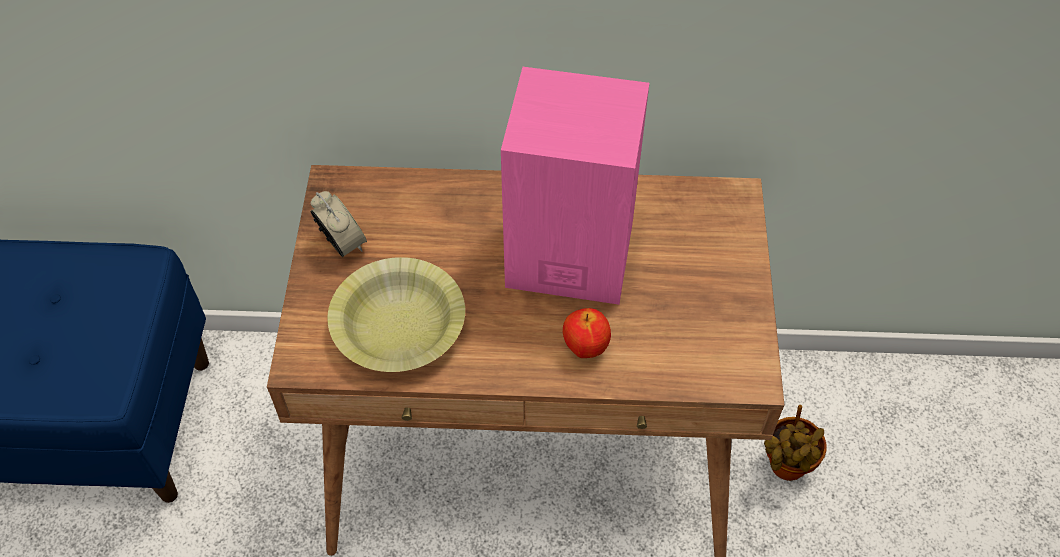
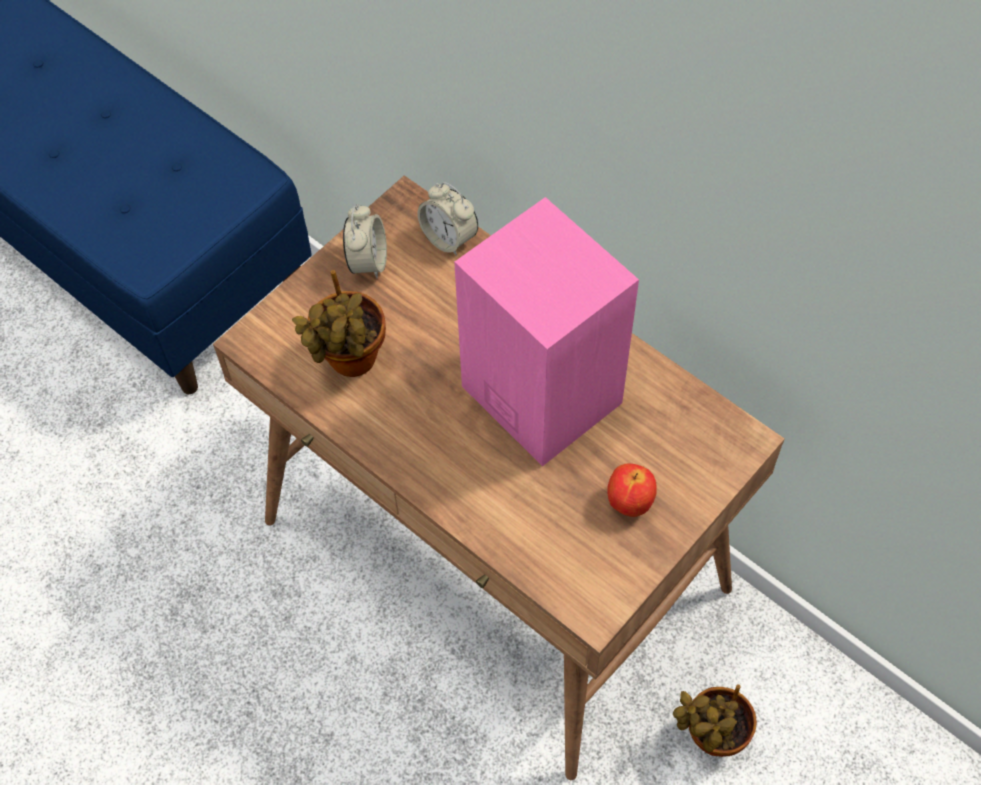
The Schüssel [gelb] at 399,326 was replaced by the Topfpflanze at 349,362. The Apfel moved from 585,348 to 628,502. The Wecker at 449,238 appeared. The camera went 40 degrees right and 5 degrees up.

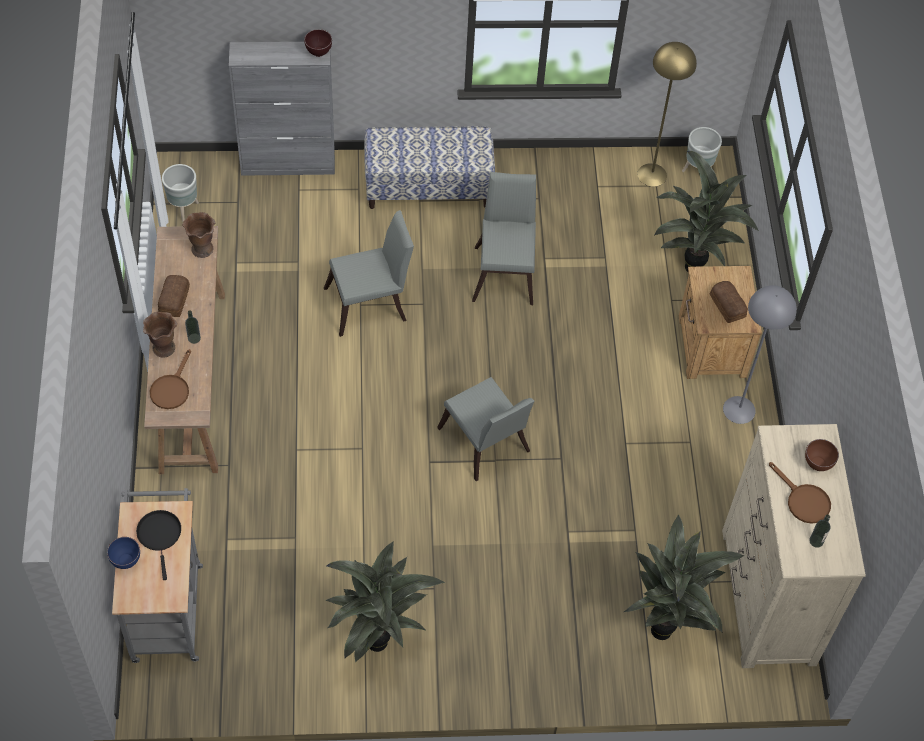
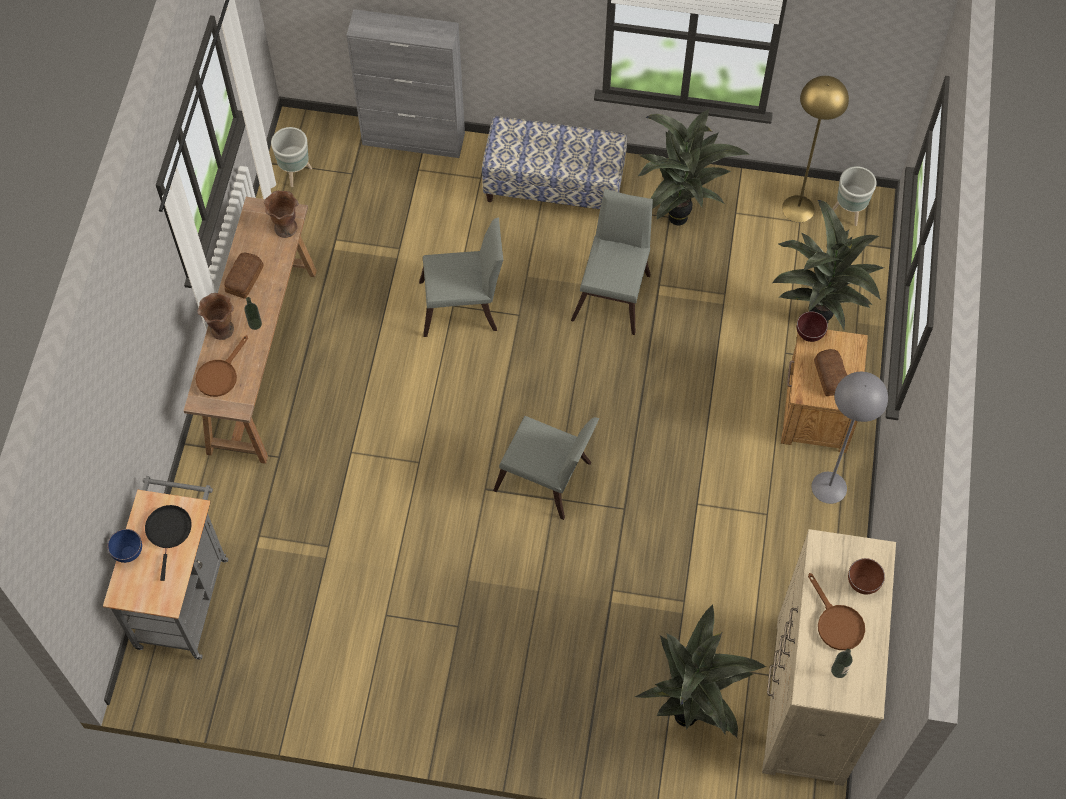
The Schüssel [braun] moved from 319,52 to 809,335. The Topfpflanze moved from 378,646 to 678,221. The Stuhl [grau] at 485,445 turned 45 degrees counterclockwise. The camera went 15 degrees right and 5 degrees up.

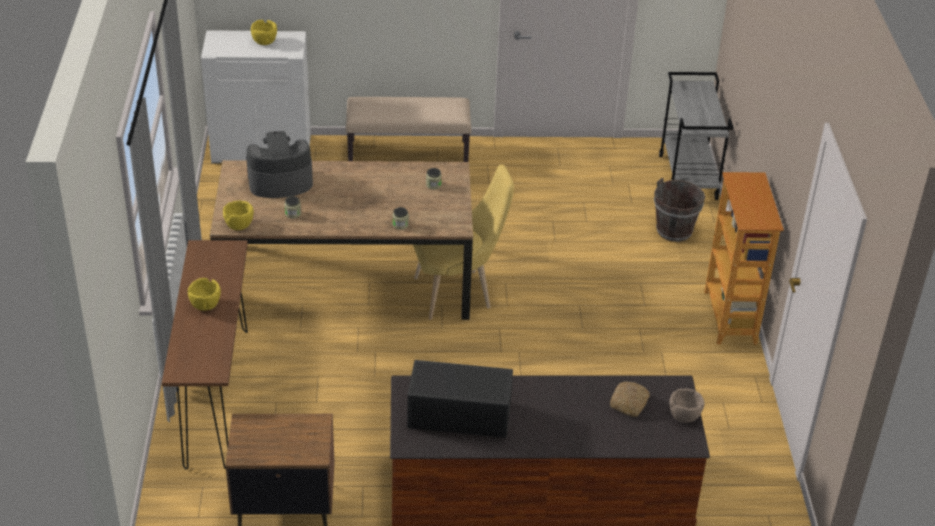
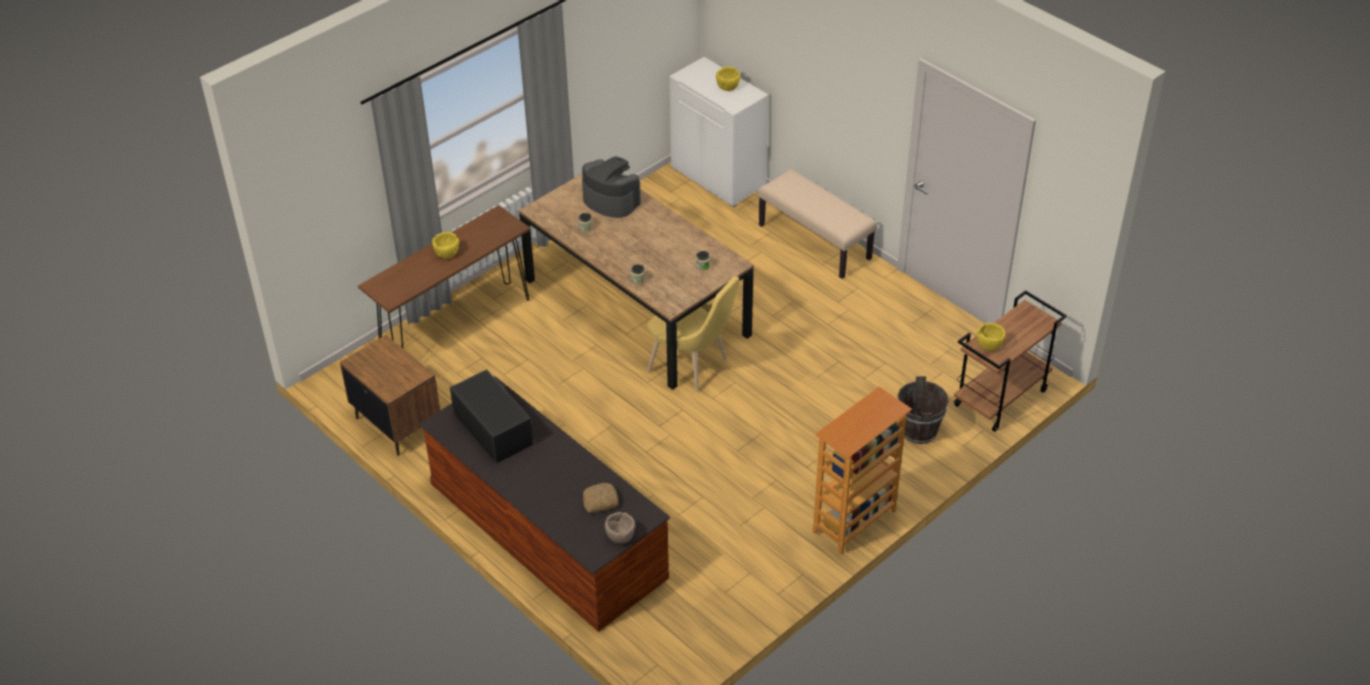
The Schüssel [gelb] moved from 239,224 to 990,345. The Rollwagen [grau] at 688,178 became the Rollwagen [braun] at 1000,399. The camera went 50 degrees right and 5 degrees up.

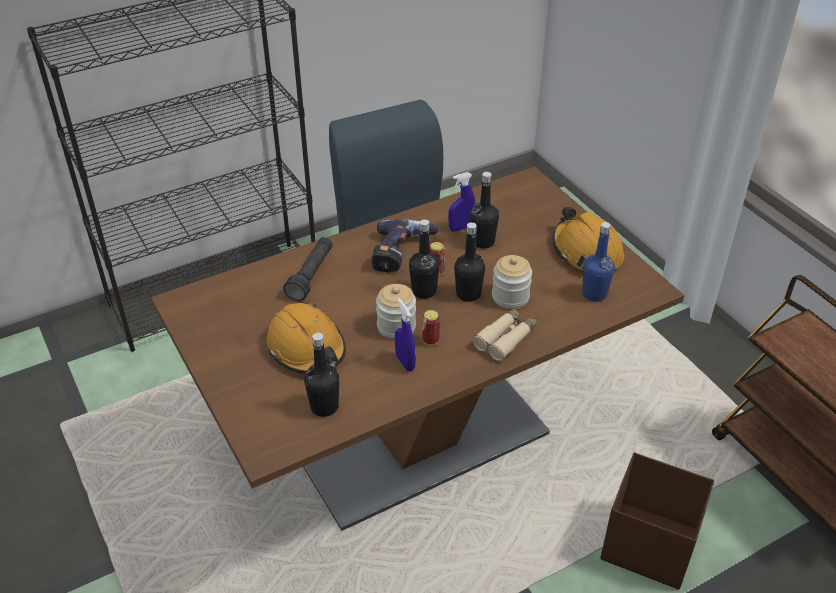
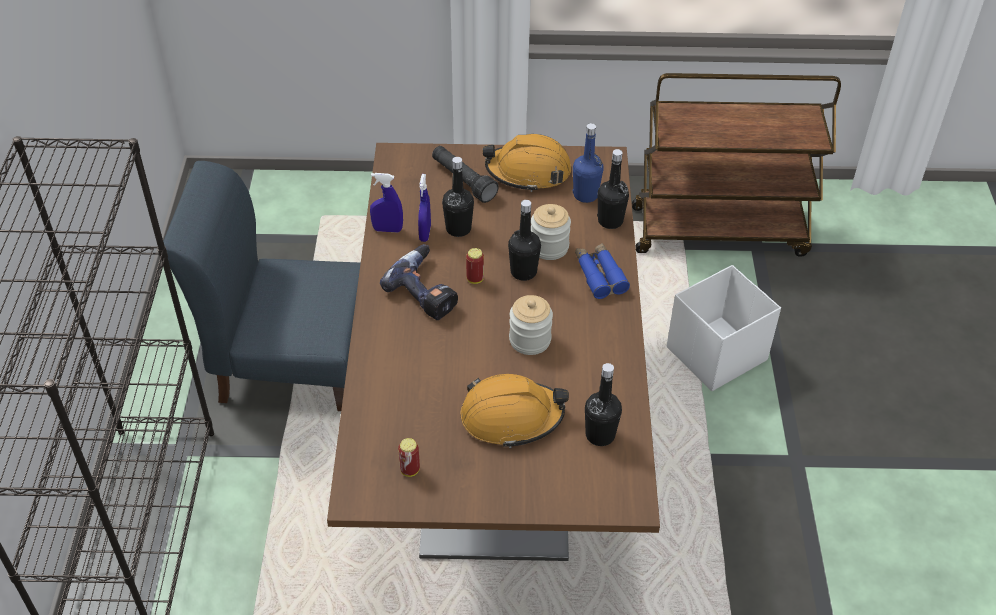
The Taschenlampe [schwarz] moved from 311,275 to 463,181. The Sprühflasche [blau] moved from 405,362 to 387,229. The Flasche [schwarz] moved from 424,291 to 610,221. The Dose moved from 430,341 to 410,470. The Fernglas [beige] at 505,338 became the Fernglas [blau] at 599,275. The Aufbewahrungsbox [braun] at 647,544 became the Aufbewahrungsbox [weiß] at 715,354. The camera went 60 degrees left and 5 degrees up.

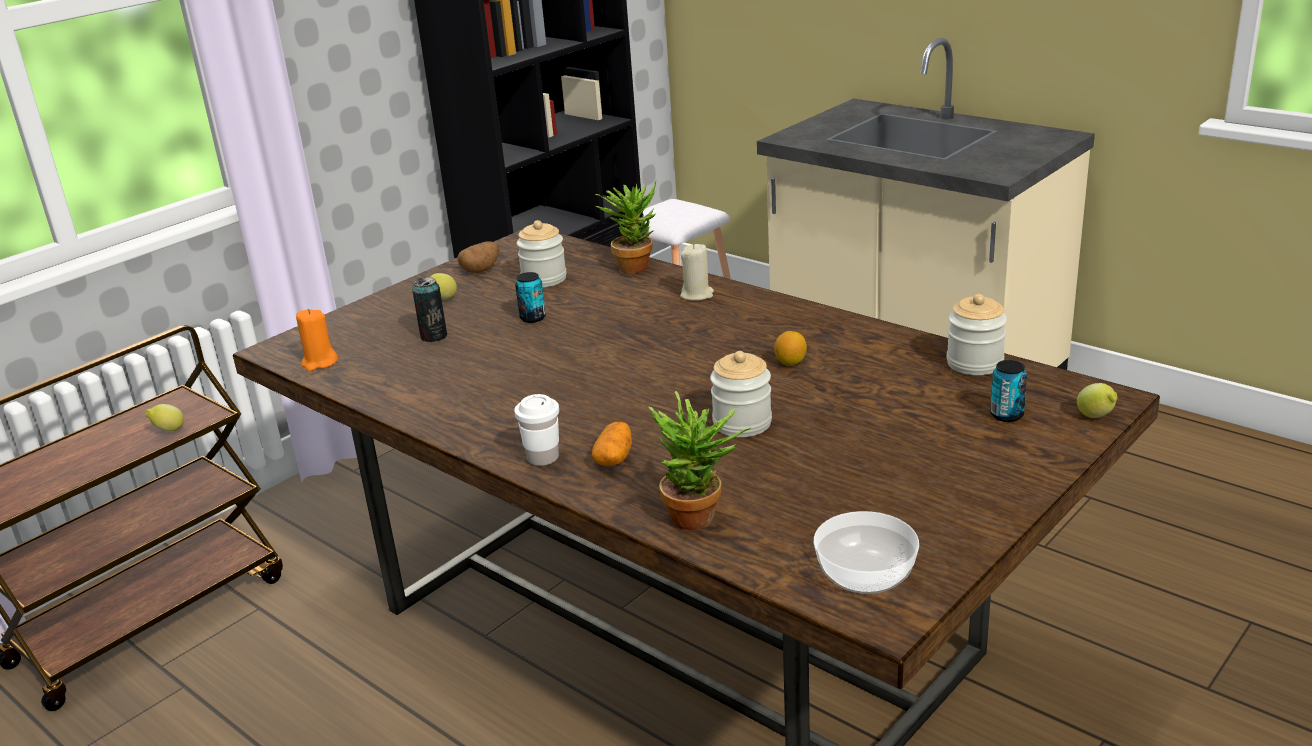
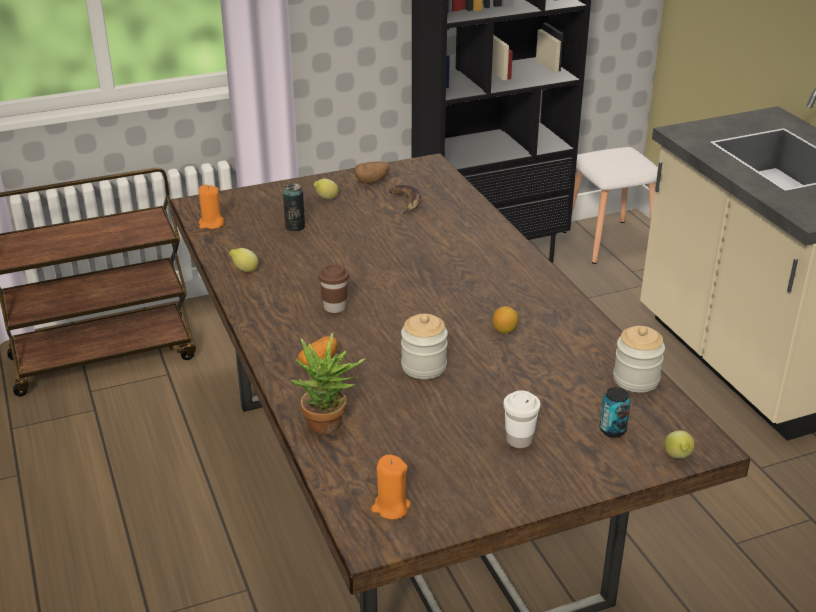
The Zitrone moved from 168,431 to 245,270. The Tasse [weiß] moved from 543,458 to 519,440. The Dose at 532,318 disappeared. The Vorratsglas at 544,279 was replaced by the Banane at 405,203. The Topfpflanze at 635,265 disappeared. The Kerze [beige] at 697,295 disappeared. The Schüssel at 865,572 was replaced by the Kerze [orange] at 391,507. The Tasse [braun] at 335,307 appeared. The camera went 25 degrees right and 5 degrees up.

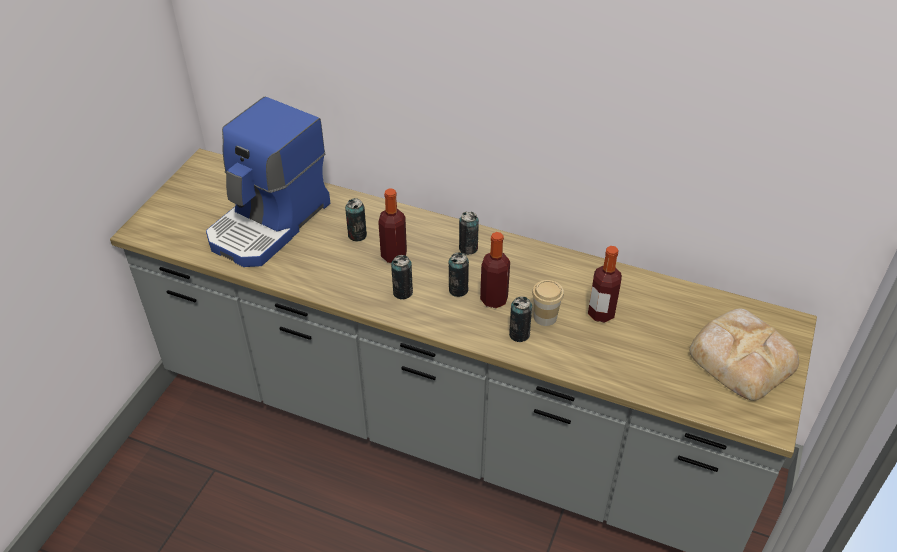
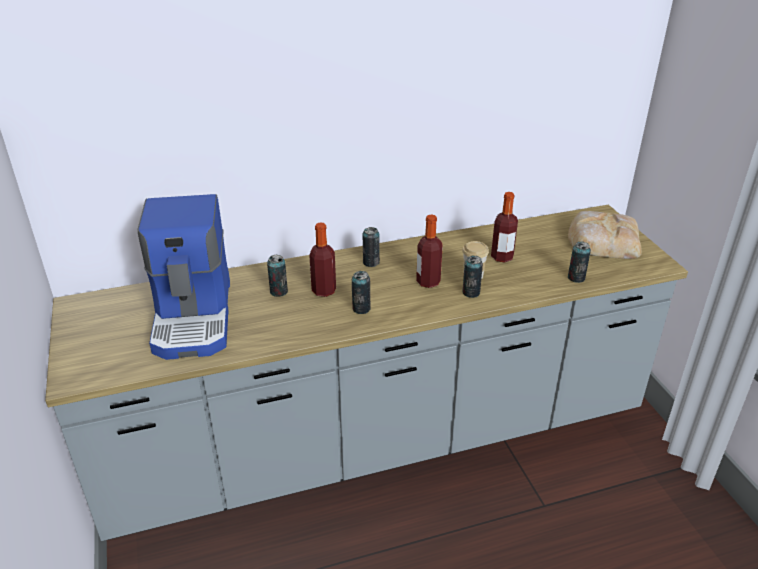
The Dose moved from 458,290 to 576,278. The camera went 40 degrees left and 10 degrees down.

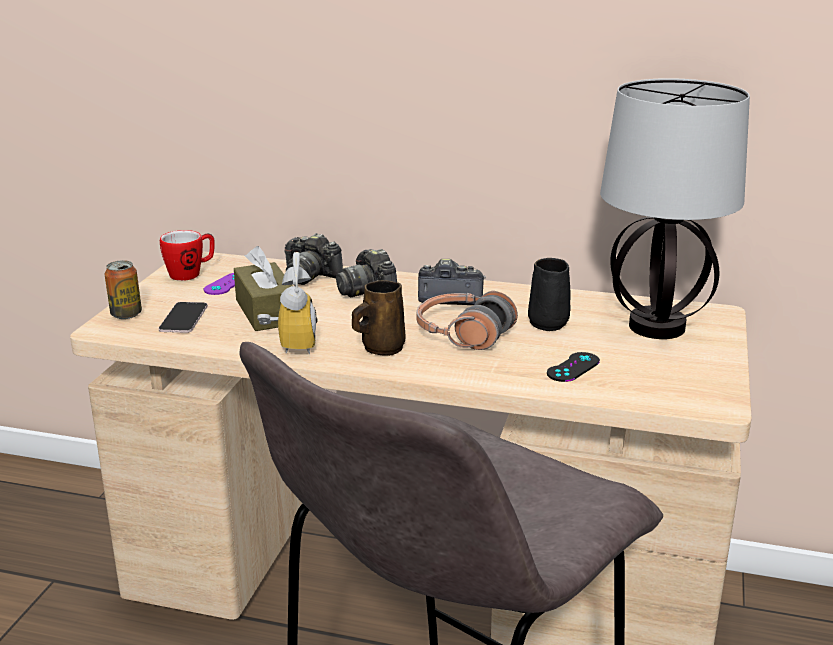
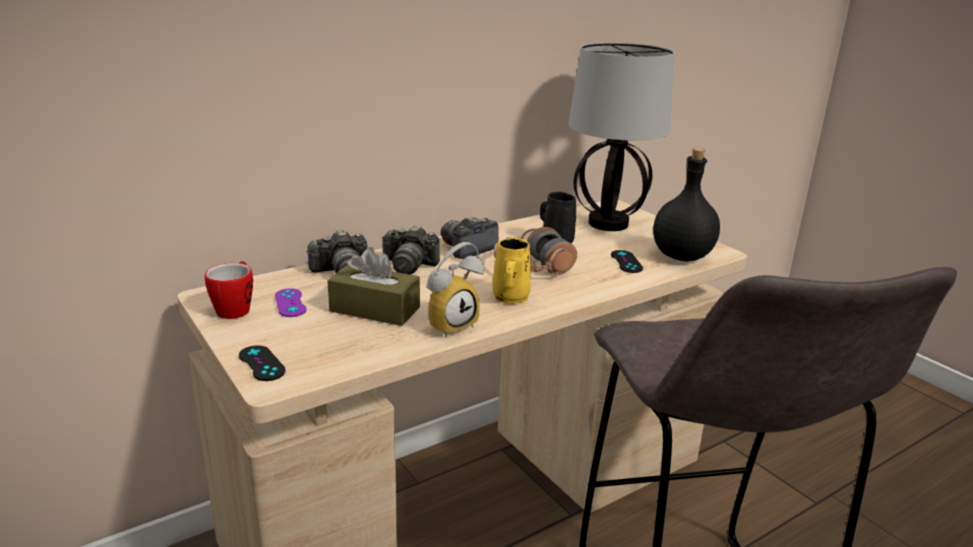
The Dose at 126,314 was replaced by the Gamepad [schwarz] at 261,363. The Handy at 183,318 disappeared. The Wecker at 289,345 turned 105 degrees clockwise. The Henkelbecher [braun] at 381,348 became the Henkelbecher [gelb] at 510,298. The Flasche [schwarz] at 683,256 appeared. The camera went 50 degrees left and 0 degrees up.

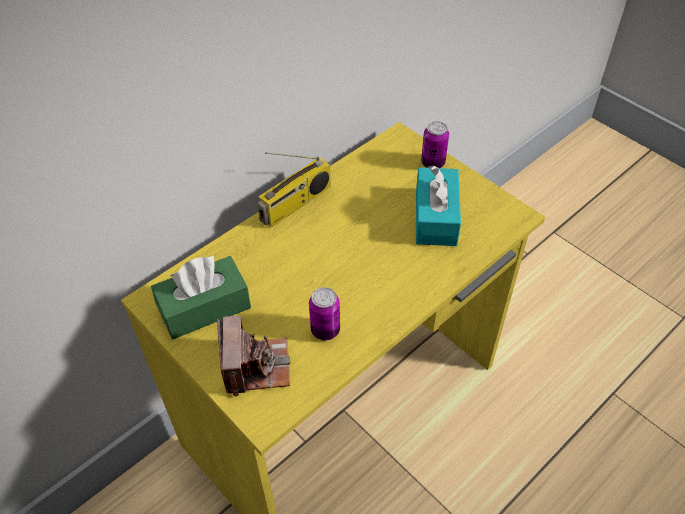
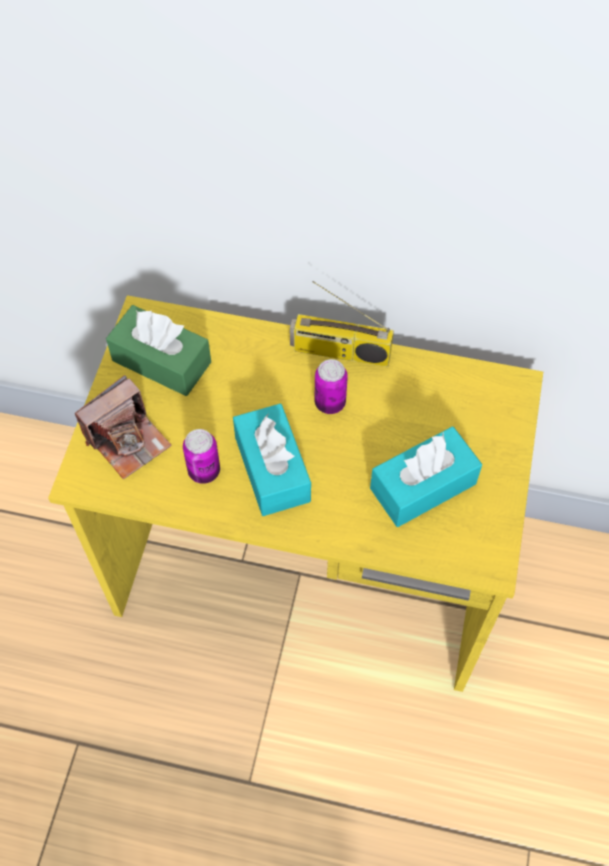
The Dose moved from 433,163 to 330,403. The Taschentuchbox [türkis] at 272,469 appeared. The camera went 55 degrees right and 10 degrees up.

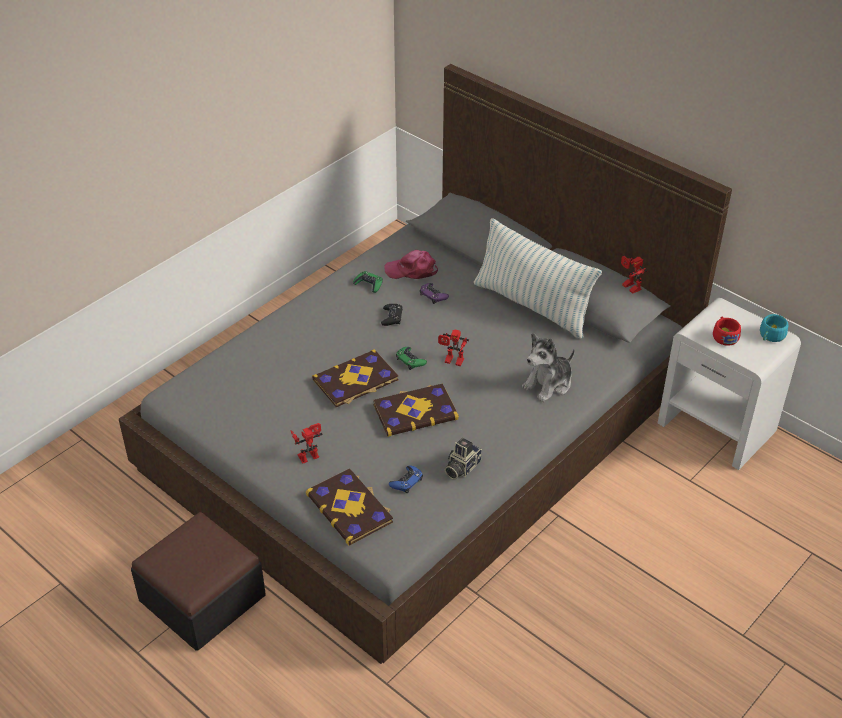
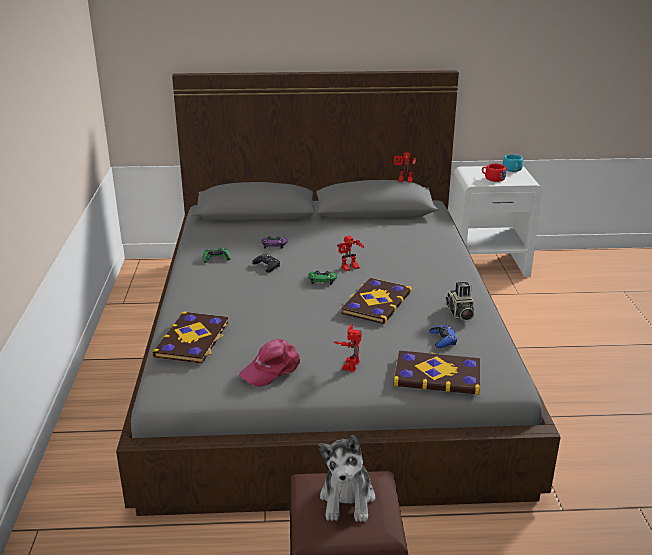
The Buch moved from 356,381 to 193,339. The Kappe [rosa] moved from 412,270 to 272,369. The Kissen at 532,306 disappeared. The Plüschtier moved from 548,384 to 347,499. The camera went 45 degrees left and 15 degrees down.

